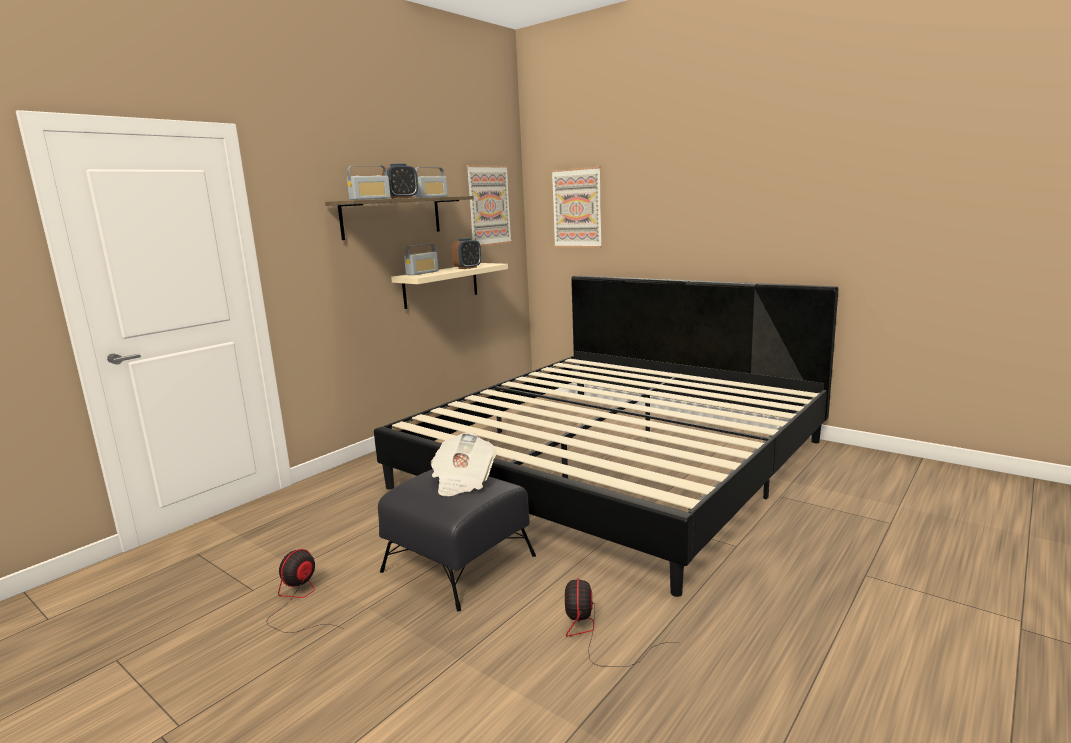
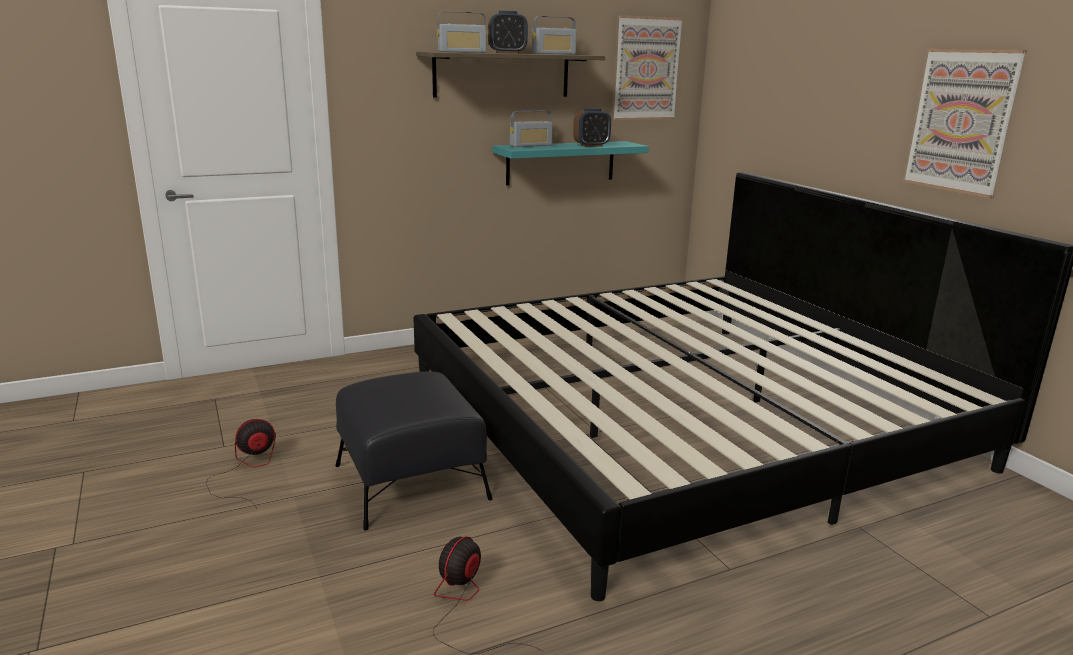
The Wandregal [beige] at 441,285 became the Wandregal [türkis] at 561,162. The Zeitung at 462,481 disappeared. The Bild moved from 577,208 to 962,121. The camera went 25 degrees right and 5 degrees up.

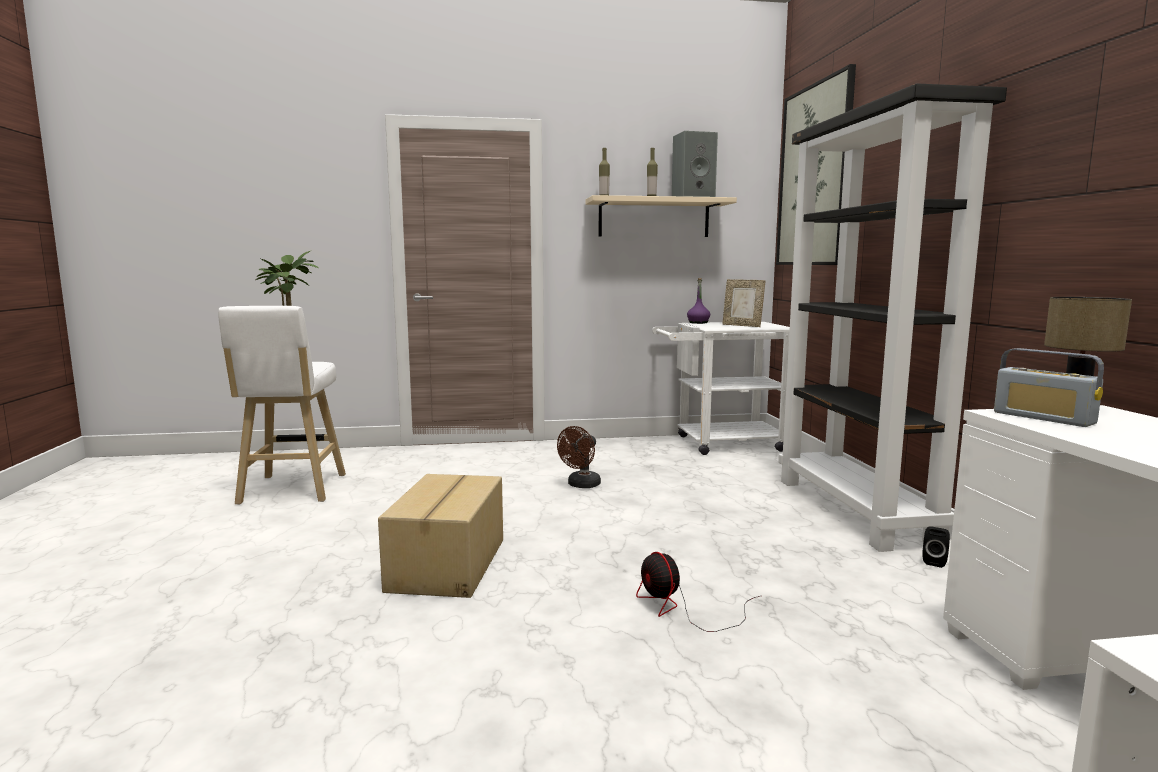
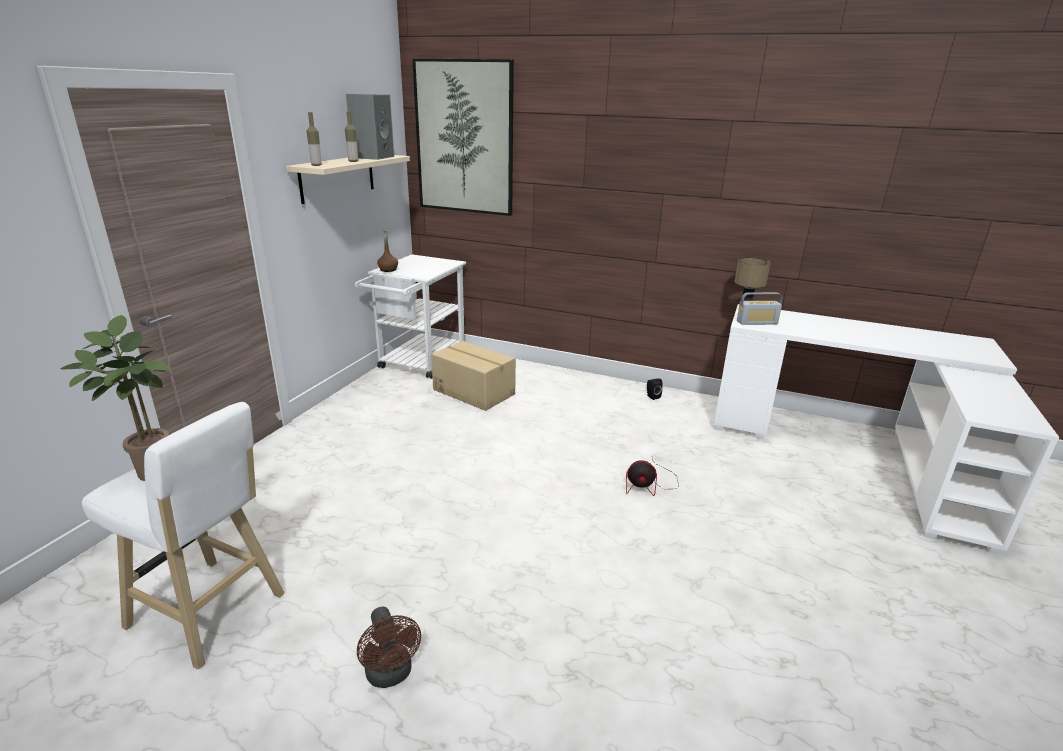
The Karton moved from 449,564 to 474,391. The Ventilator [braun] moved from 581,485 to 391,675. The Flasche [lila] at 698,322 became the Flasche [braun] at 388,270. The Bilderrahmen at 742,325 disappeared. The Bücherregal [schwarz] at 855,510 disappeared. The camera went 60 degrees left and 15 degrees up.

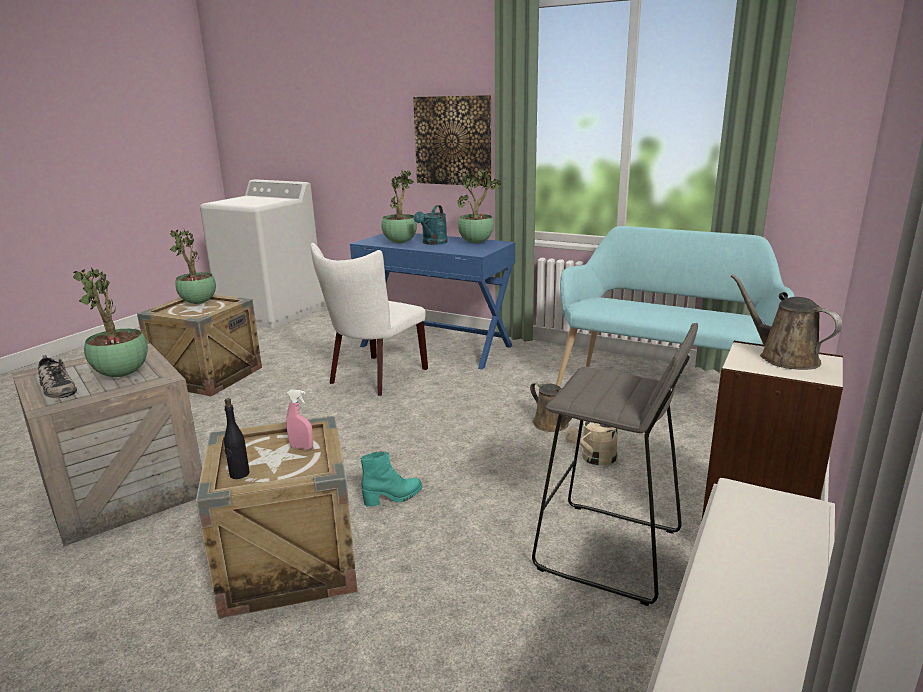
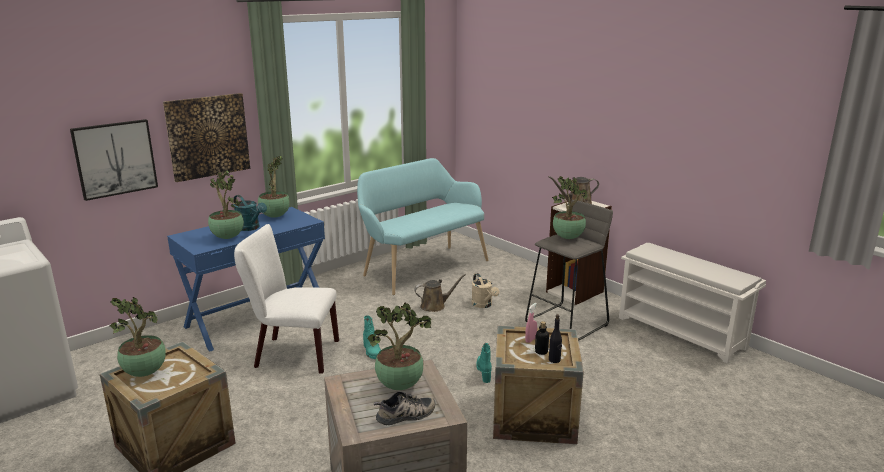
The Stuhl [weiß] at 374,377 turned 135 degrees clockwise. The Bild at 115,158 appeared. The Stiefel [türkis] at 371,352 appeared. The Flasche at 541,352 appeared. The Topfpflanze at 568,238 appeared. The camera went 70 degrees left and 0 degrees up.

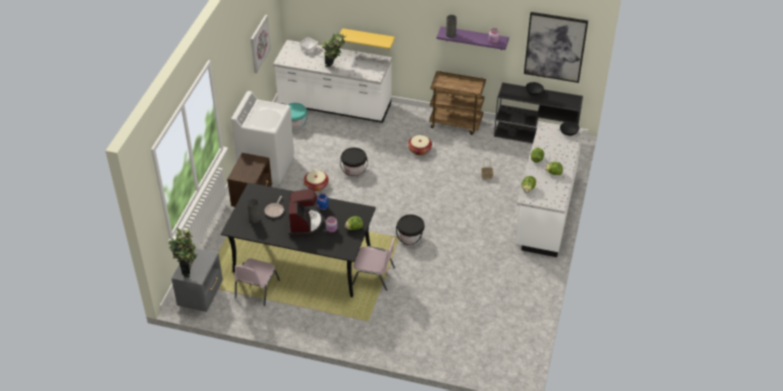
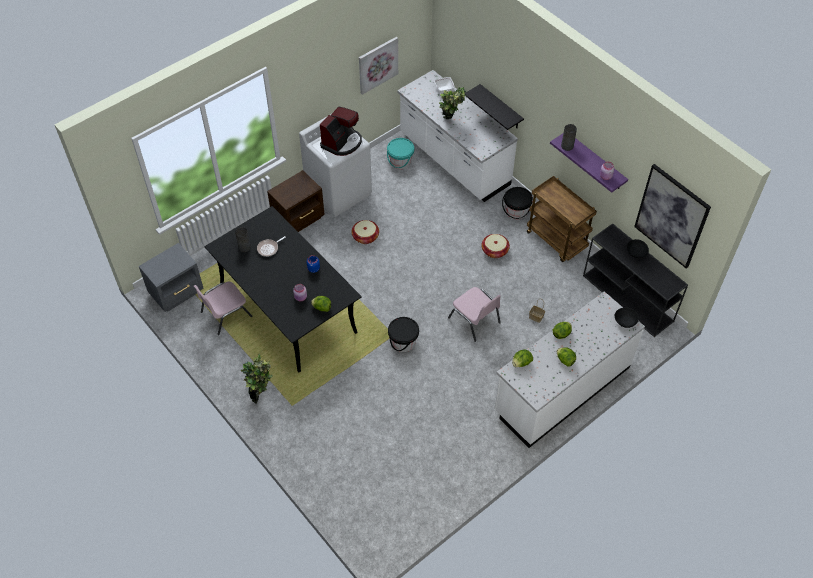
The Topfpflanze moved from 187,269 to 261,393. The Kaffeemaschine moved from 304,224 to 342,142. The Wandregal [gelb] at 368,39 became the Wandregal [schwarz] at 501,107. The Eimer [schwarz] moved from 354,170 to 516,211. The Stuhl [rosa] moved from 374,276 to 475,320. The camera went 35 degrees right and 10 degrees up.

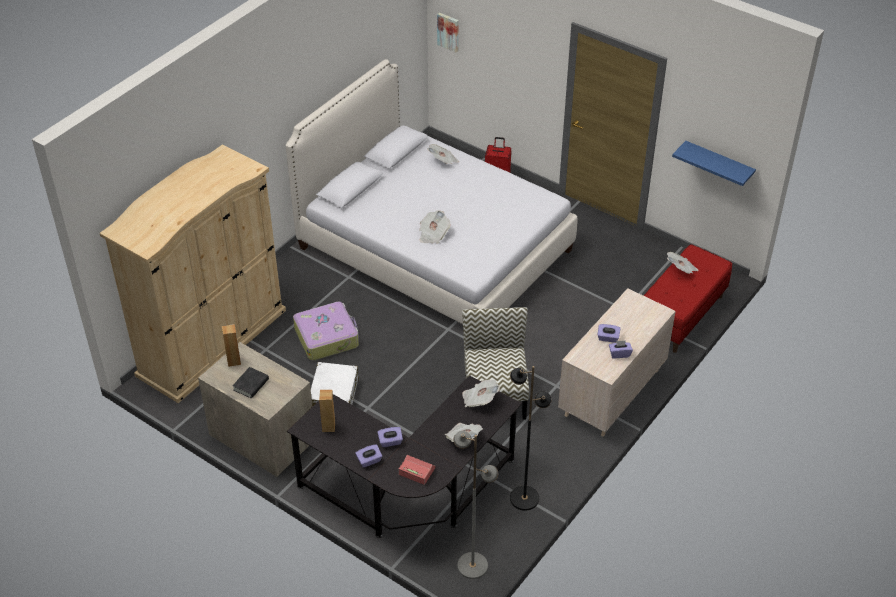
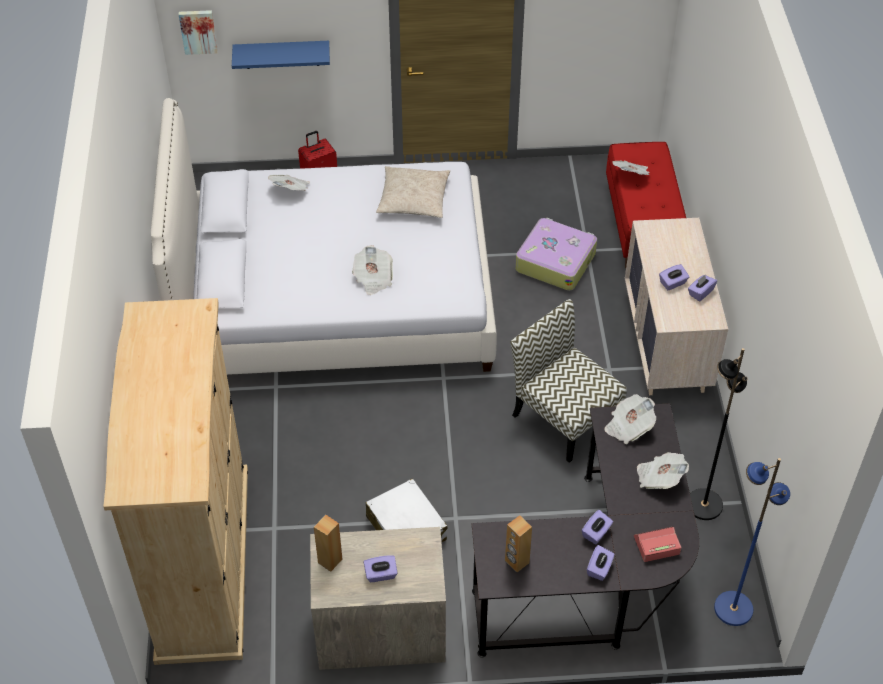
The Buch [schwarz] at 251,385 was replaced by the Taschentuchbox [lila] at 381,574. The Koffer moved from 327,337 to 555,261. The Stehlampe [grau] at 472,565 became the Stehlampe [blau] at 732,608. The Wandregal [blau] moved from 718,164 to 282,54. The Kissen [beige] at 413,199 appeared. The camera went 40 degrees left and 5 degrees up.

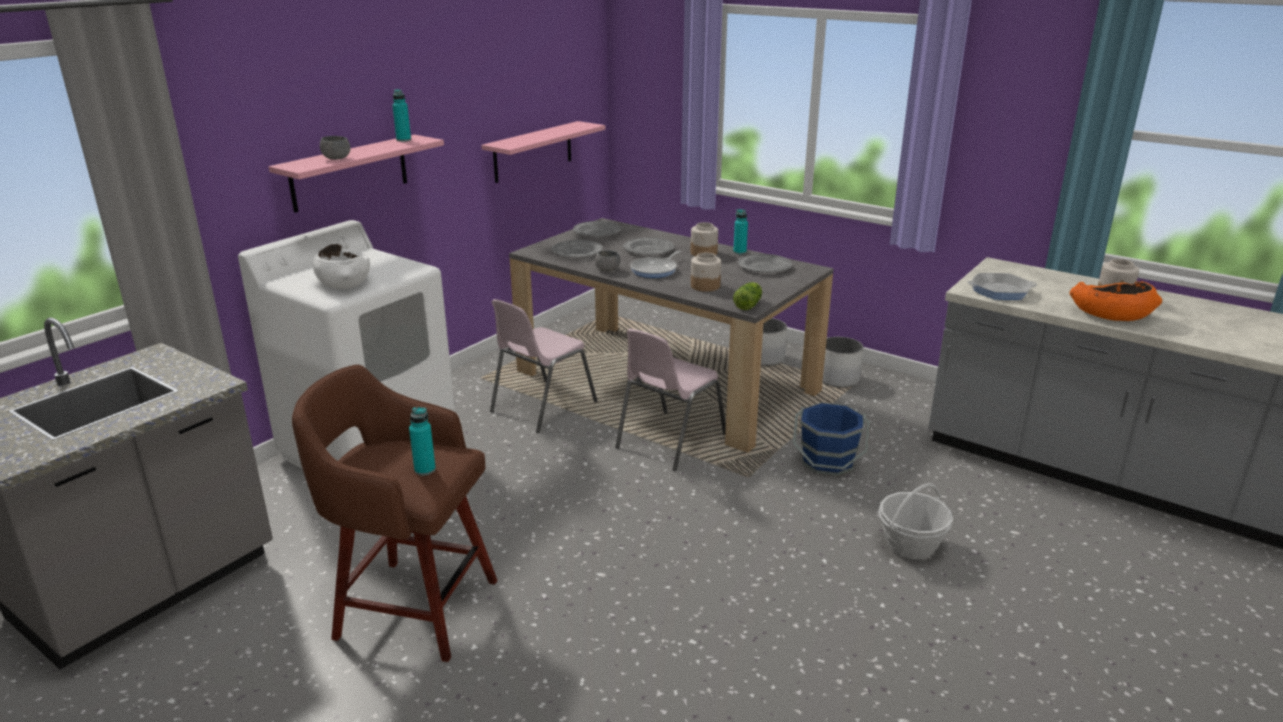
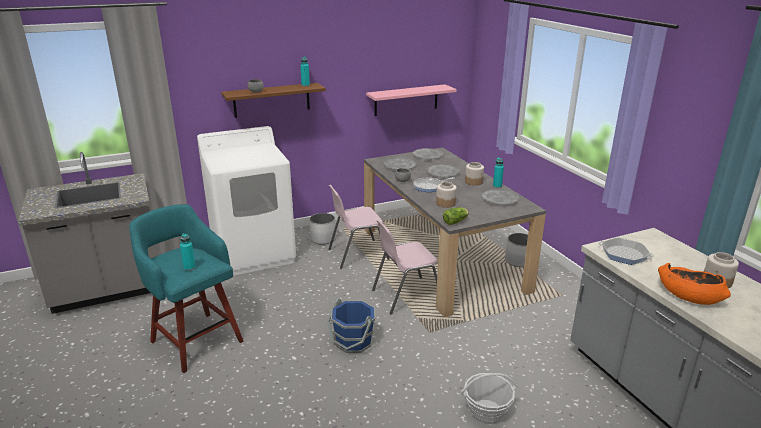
The Wandregal [rosa] at 349,173 became the Wandregal [braun] at 272,100. The Hocker [braun] at 412,607 became the Hocker [türkis] at 195,340. The Schüssel [weiß] at 343,282 disappeared. The Eimer [blau] moved from 828,462 to 353,342. The Pflanzkübel [weiß] moved from 837,379 to 323,239. The camera went 30 degrees right and 0 degrees up.

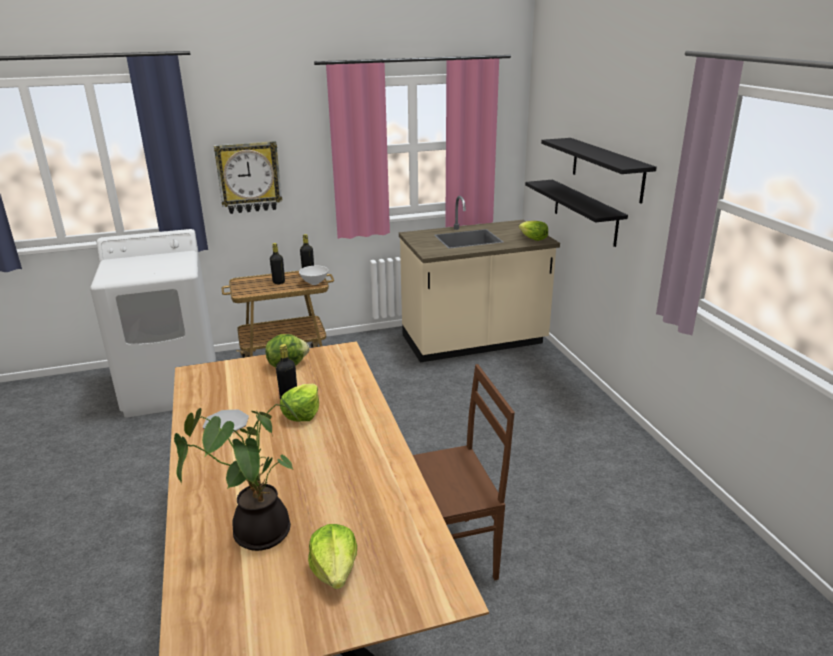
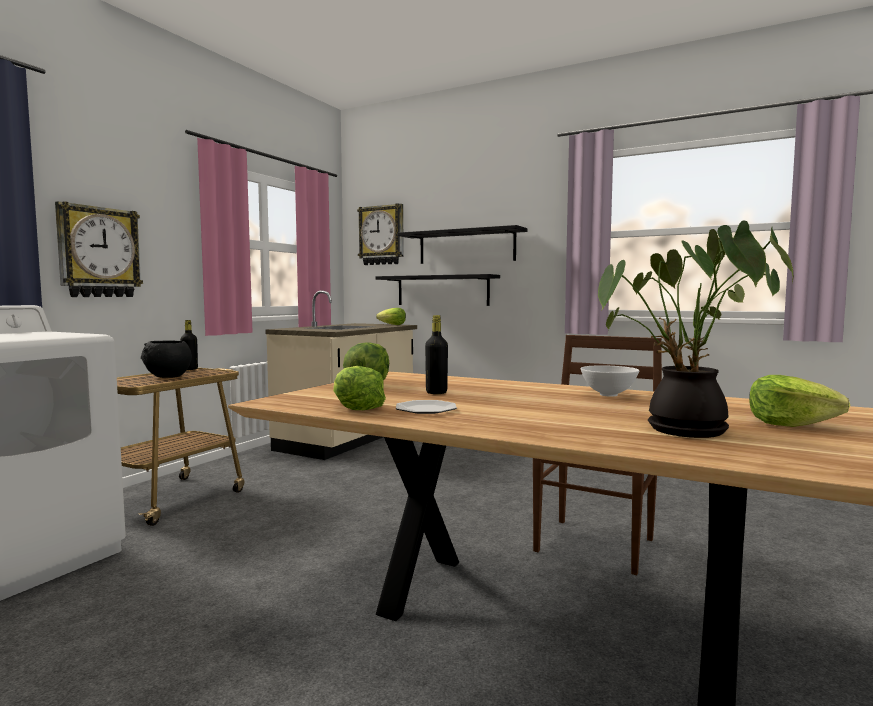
The Flasche [schwarz] at 279,282 was replaced by the Schüssel [schwarz] at 167,376. The Salatkopf moved from 302,413 to 356,407. The Schüssel [weiß] moved from 315,283 to 609,395. The Wanduhr at 382,235 appeared. The camera went 45 degrees left and 20 degrees down.

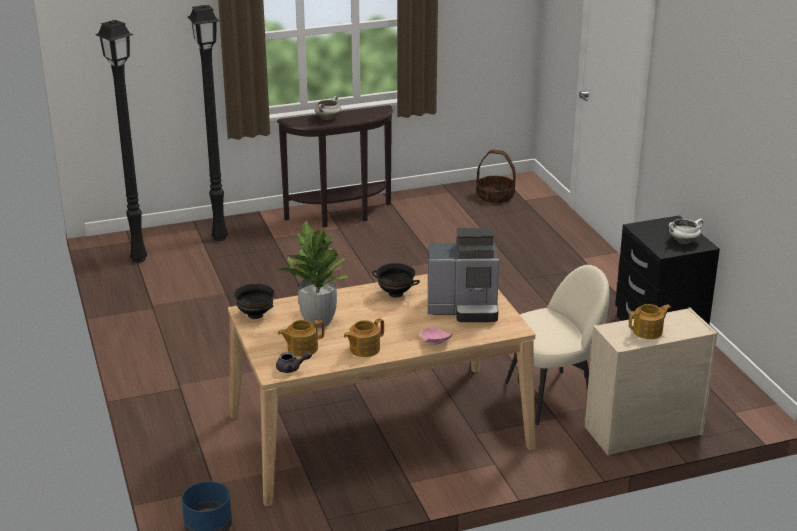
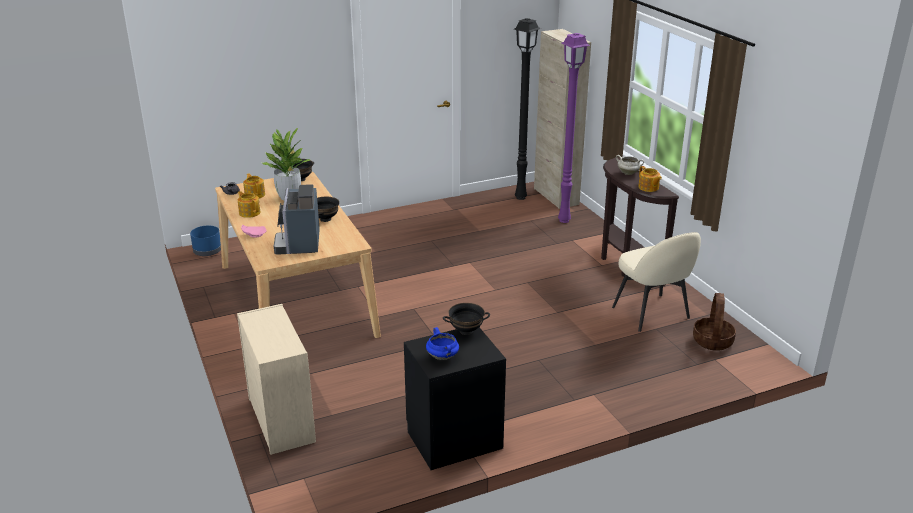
The Stehlampe [schwarz] at 220,237 became the Stehlampe [lila] at 565,220. The Stuhl [beige] moved from 552,396 to 651,314. The Teekanne moved from 648,331 to 648,188. The Kochtopf [weiß] at 683,241 became the Kochtopf [blau] at 443,357. The Schüssel [schwarz] at 466,331 appeared. The Schrank [beige] at 556,196 appeared. The camera went 85 degrees right and 0 degrees up.

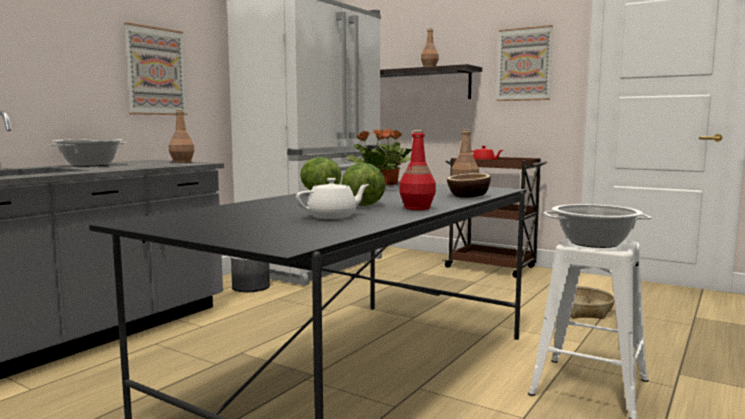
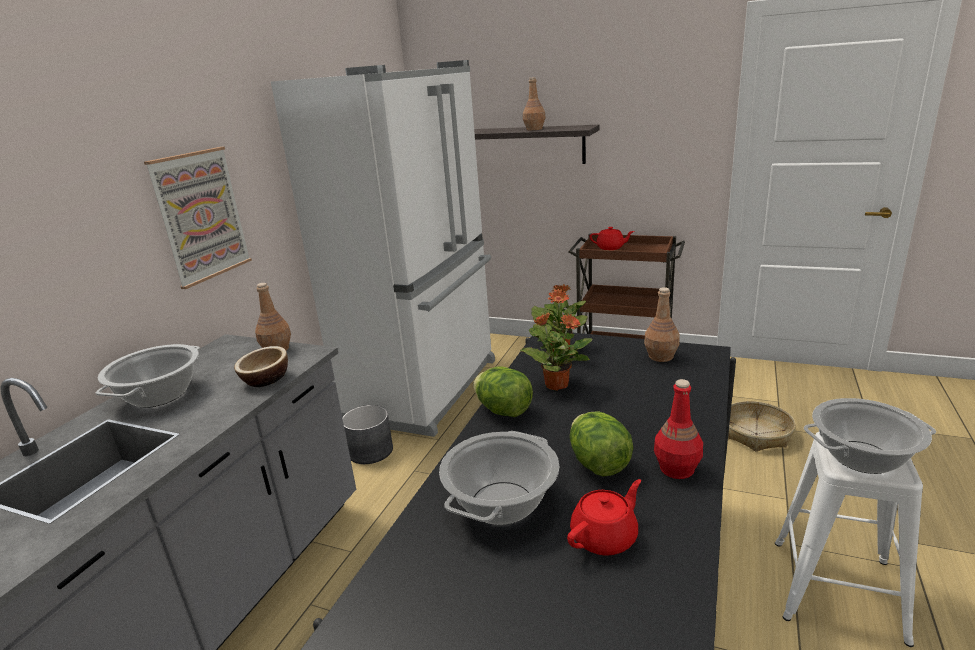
The Teekanne [weiß] at 333,216 became the Teekanne [rot] at 605,537. The Schüssel moved from 468,196 to 266,379. The Bild at 524,64 disappeared. The Kochtopf at 502,504 appeared. The camera went 10 degrees left and 15 degrees up.

